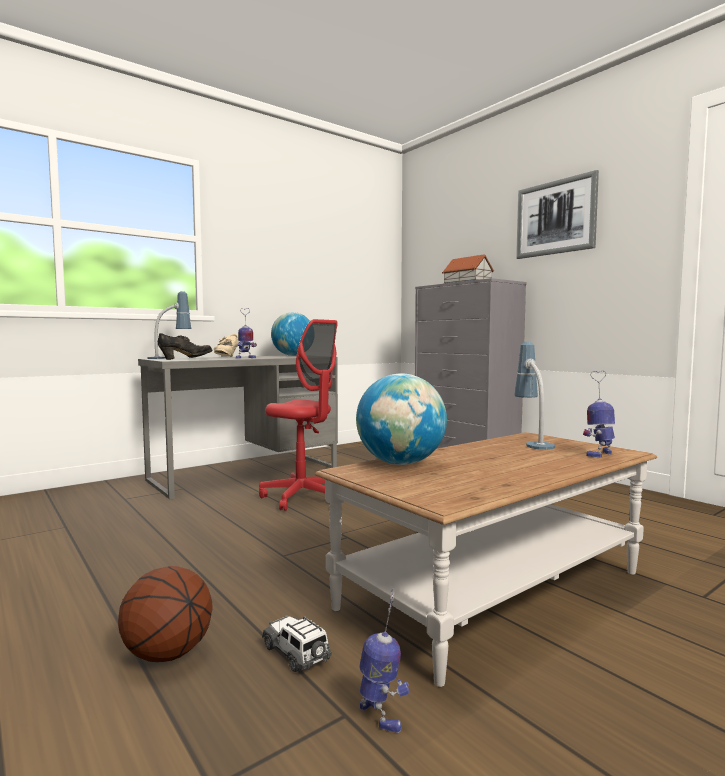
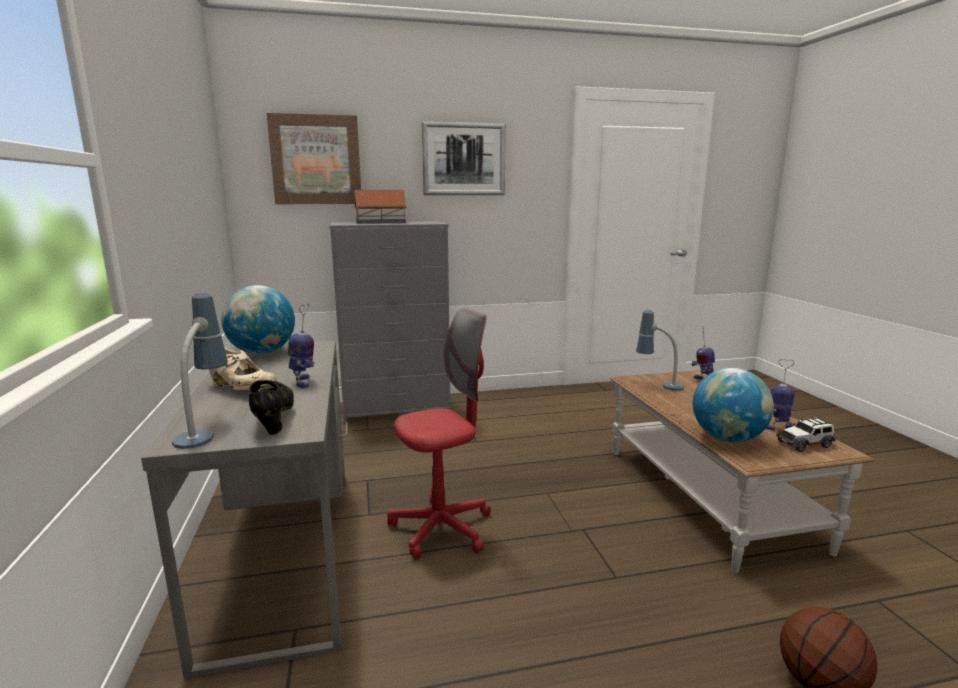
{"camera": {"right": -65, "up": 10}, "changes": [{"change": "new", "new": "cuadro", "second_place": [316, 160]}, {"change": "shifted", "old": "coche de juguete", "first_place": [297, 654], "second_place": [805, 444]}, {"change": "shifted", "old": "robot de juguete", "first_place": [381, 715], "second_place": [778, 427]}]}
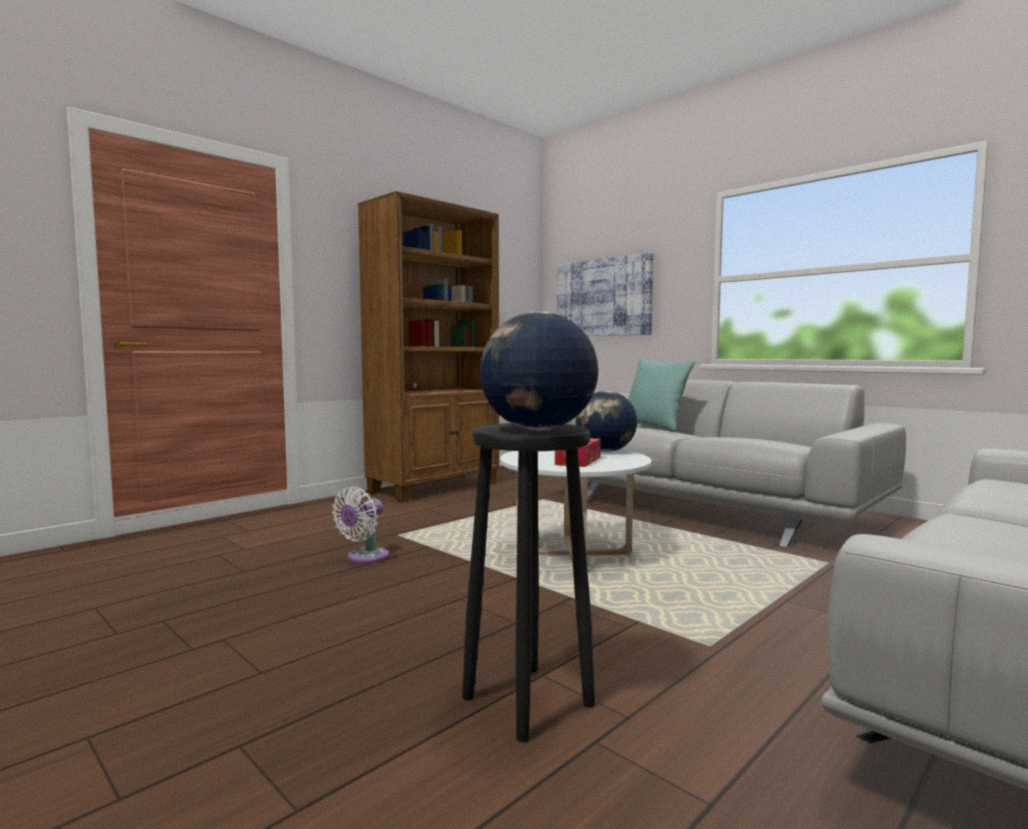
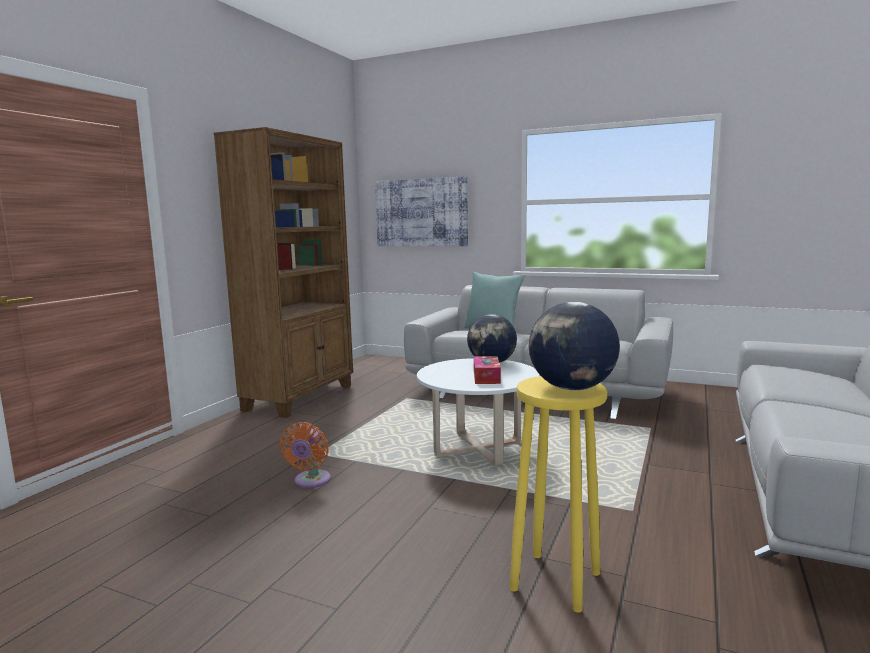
{"camera": {"right": -20, "up": 5}, "changes": [{"change": "repainted", "old": "ventilador (blanco)", "new": "ventilador (naranja)", "first_place": [365, 557], "second_place": [311, 482]}, {"change": "repainted", "old": "taburete (negro)", "new": "taburete (amarillo)", "first_place": [529, 700], "second_place": [556, 580]}]}
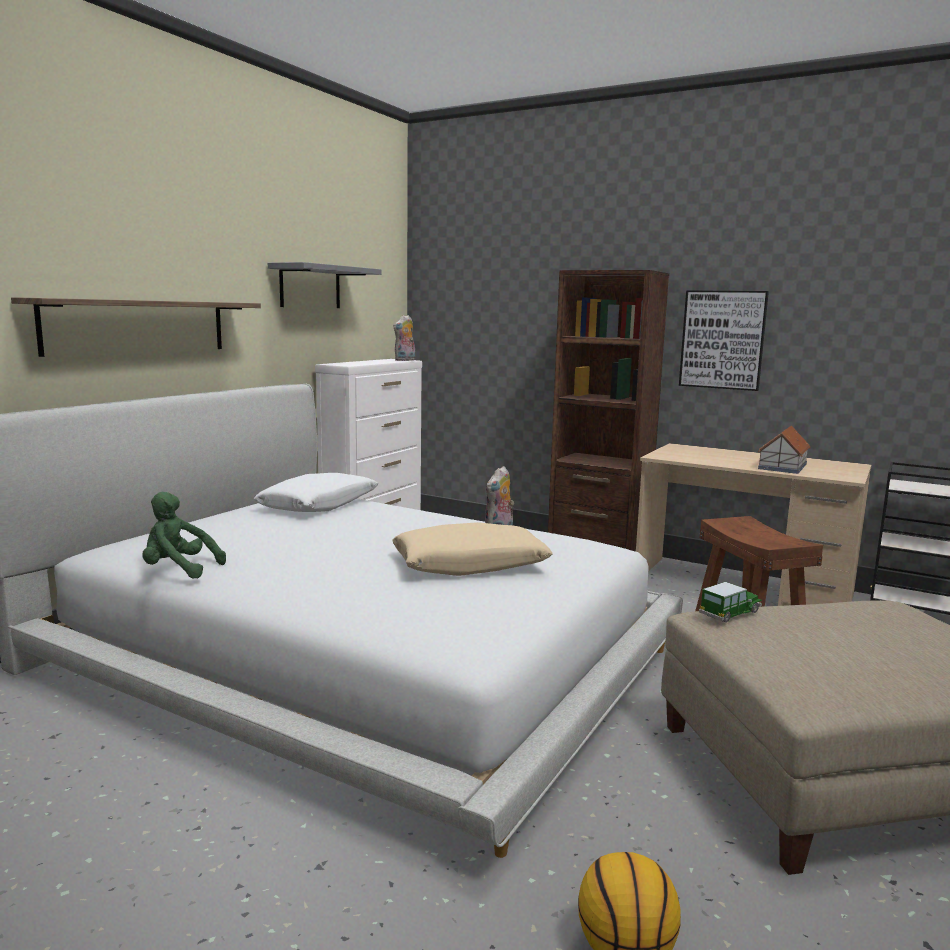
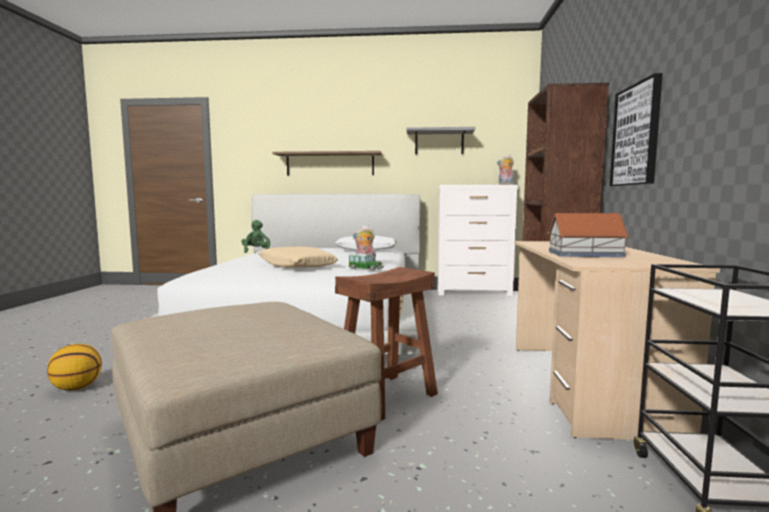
{"camera": {"right": 65, "up": -5}, "changes": [{"change": "shifted", "old": "coche de juguete", "first_place": [730, 613], "second_place": [365, 269]}]}
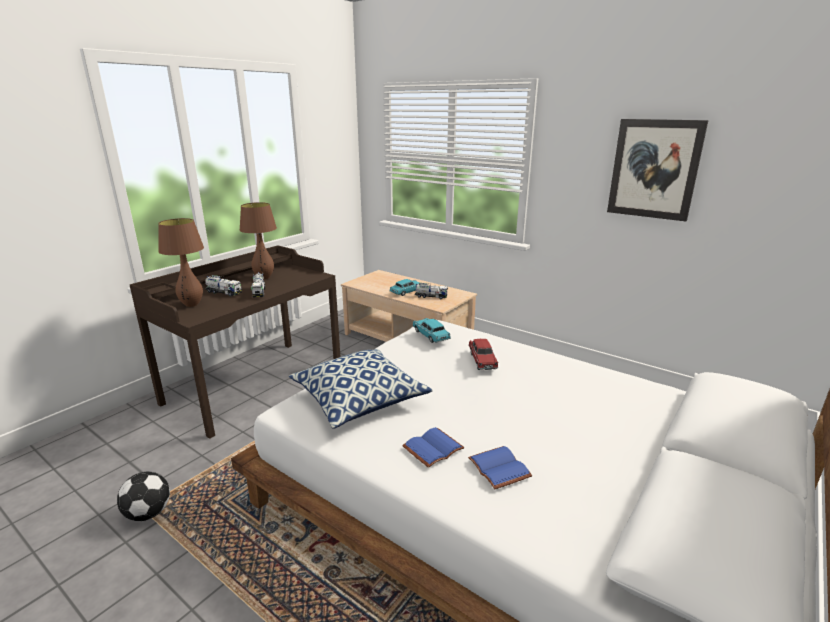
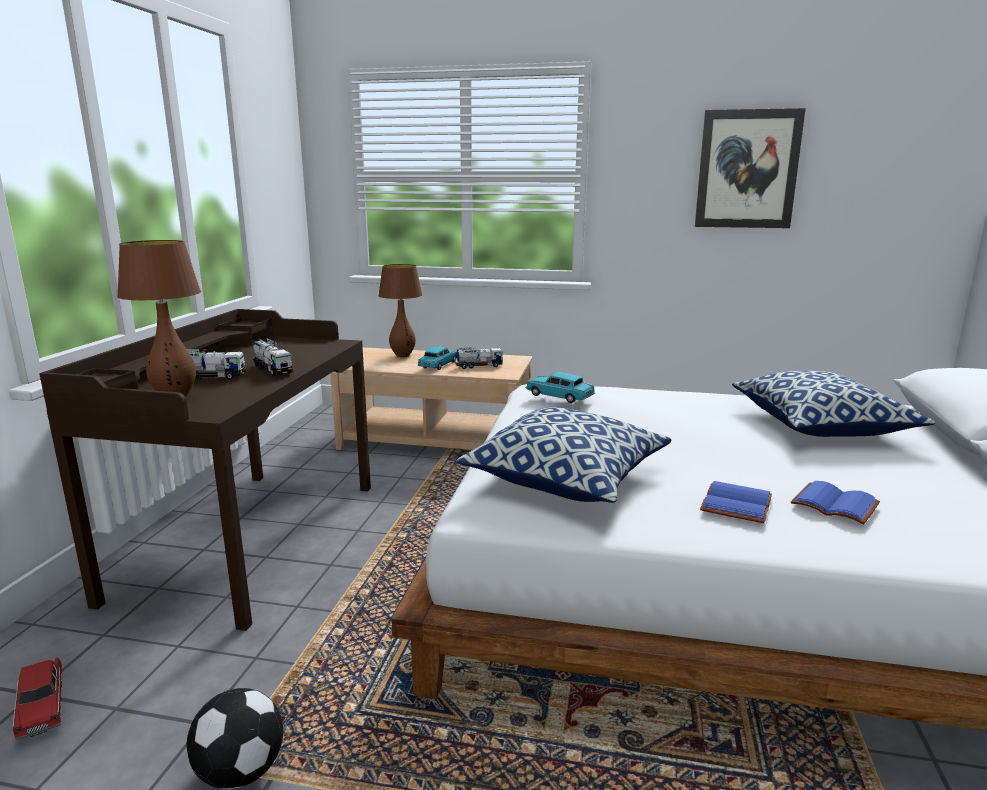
{"camera": {"right": -25, "up": -5}, "changes": [{"change": "new", "new": "cojín", "second_place": [821, 426]}, {"change": "shifted", "old": "lámpara de mesa (marrón)", "first_place": [264, 277], "second_place": [402, 355]}, {"change": "shifted", "old": "coche de juguete (rojo)", "first_place": [482, 360], "second_place": [42, 708]}]}
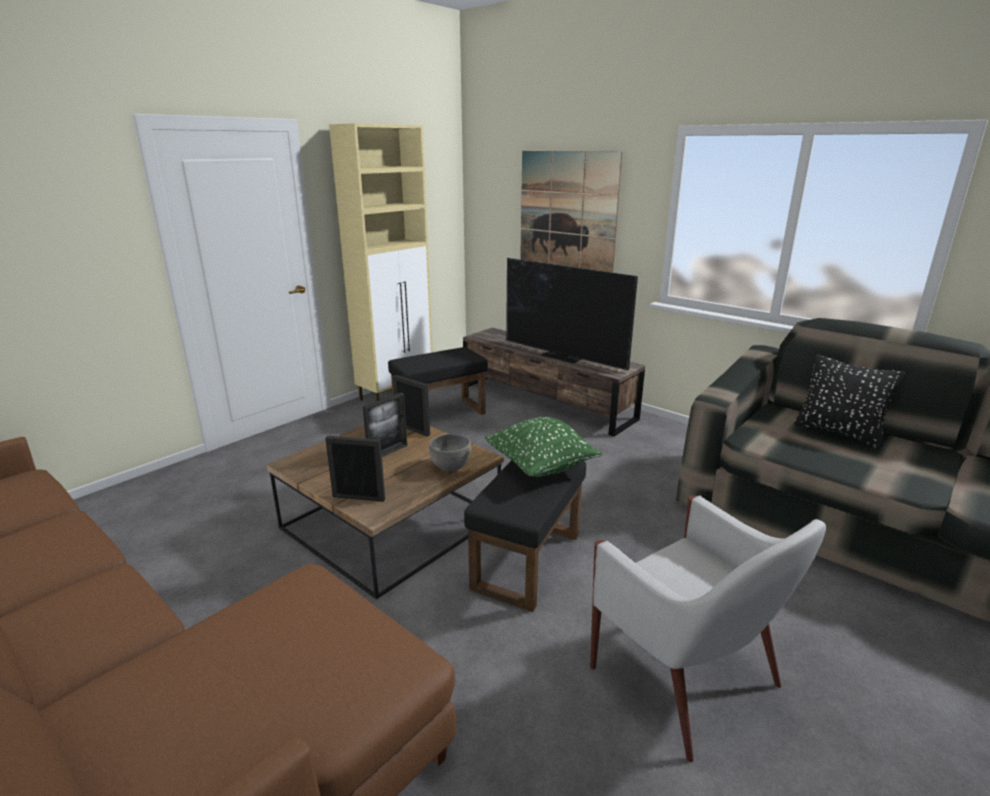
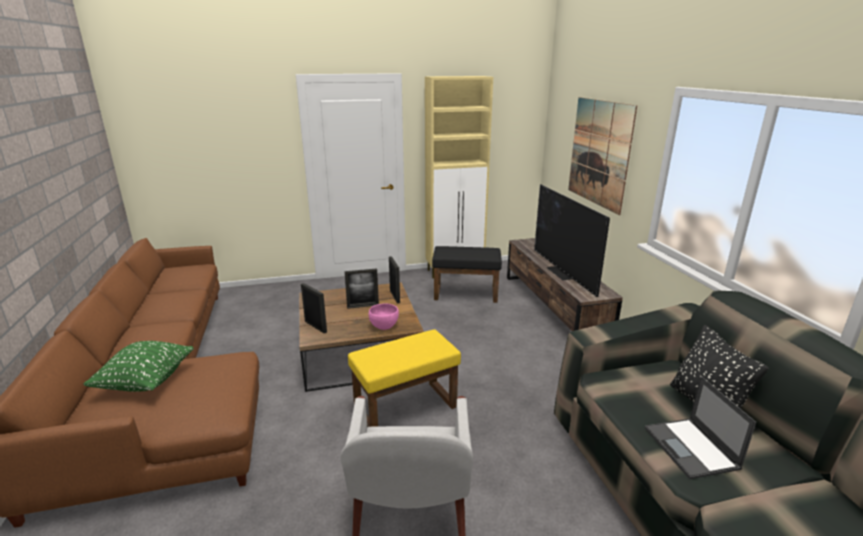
{"camera": {"right": 35, "up": 0}, "changes": [{"change": "new", "new": "portátil", "second_place": [691, 448]}, {"change": "shifted", "old": "cojín (verde)", "first_place": [541, 467], "second_place": [146, 382]}, {"change": "repainted", "old": "cuenco (gris)", "new": "cuenco (rosa)", "first_place": [451, 466], "second_place": [384, 326]}, {"change": "repainted", "old": "puf (negro)", "new": "puf (amarillo)", "first_place": [526, 560], "second_place": [406, 407]}]}
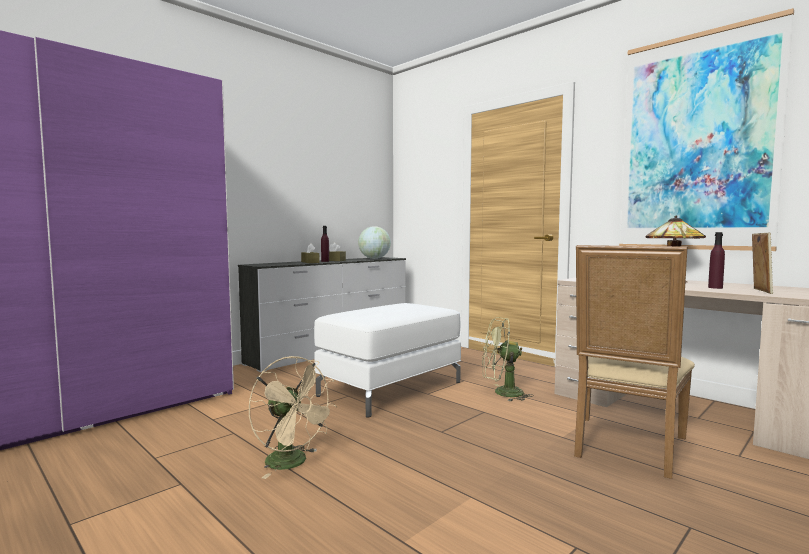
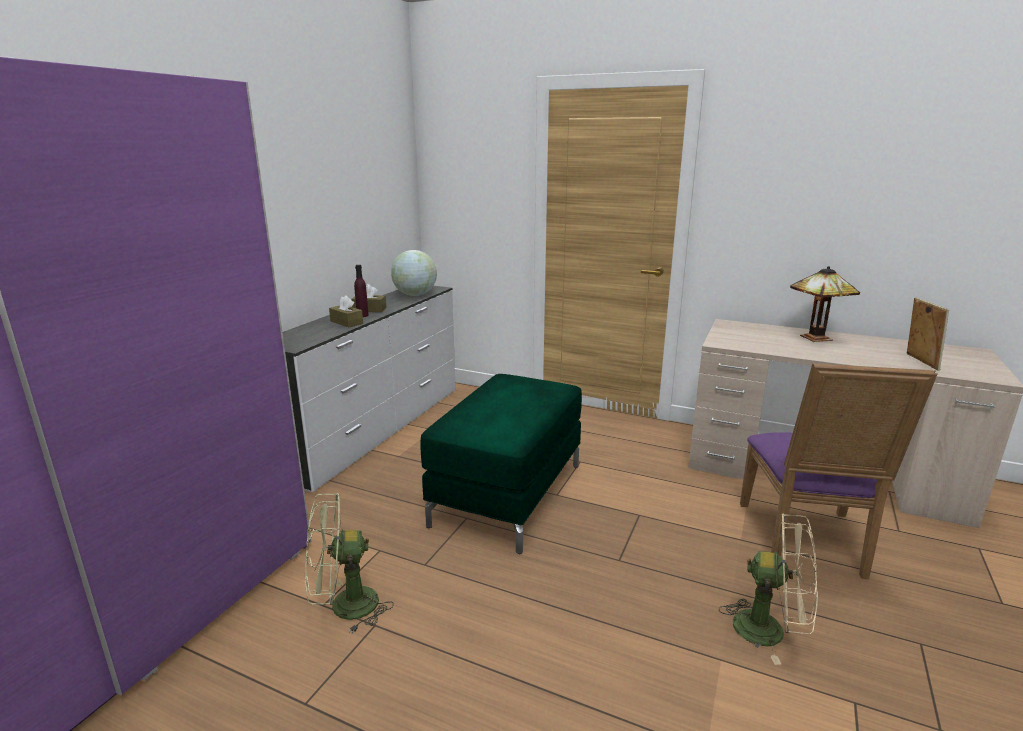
{"camera": {"right": -20, "up": 15}, "changes": [{"change": "gone", "old": "cuadro", "first_place": [697, 143]}, {"change": "gone", "old": "botella (morado)", "first_place": [715, 287]}, {"change": "shifted", "old": "ventilador (beis)", "first_place": [293, 463], "second_place": [770, 630]}, {"change": "shifted", "old": "ventilador (verde)", "first_place": [502, 393], "second_place": [344, 607]}, {"change": "repainted", "old": "puf (blanco)", "new": "puf (verde)", "first_place": [391, 388], "second_place": [508, 493]}, {"change": "repainted", "old": "silla (beis)", "new": "silla (morado)", "first_place": [625, 448], "second_place": [805, 543]}]}
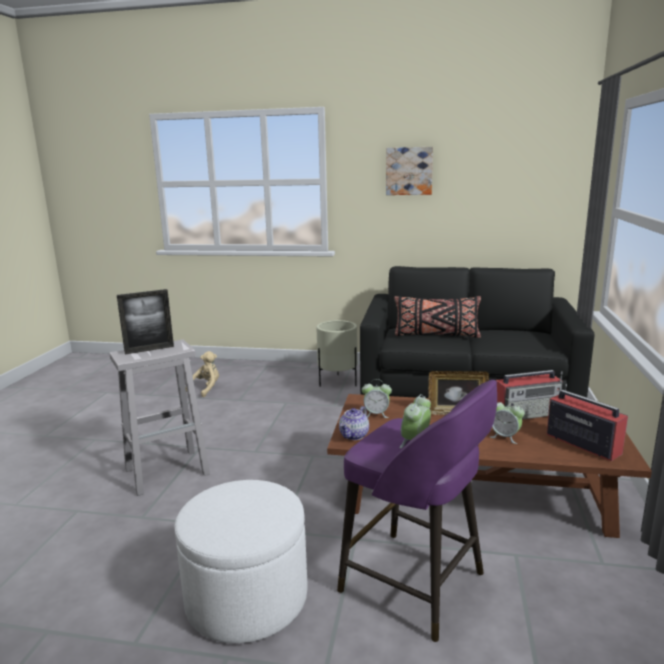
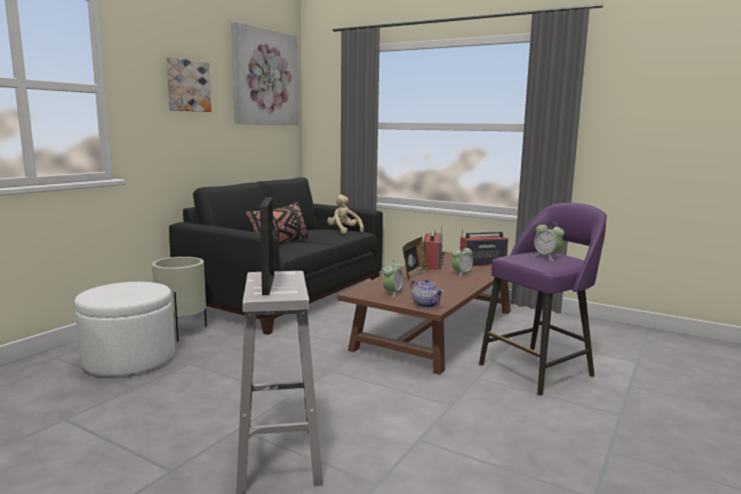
{"camera": {"right": -70, "up": -5}, "changes": [{"change": "new", "new": "cuadro", "second_place": [265, 77]}, {"change": "shifted", "old": "puf (blanco)", "first_place": [247, 597], "second_place": [129, 360]}, {"change": "shifted", "old": "peluche (beis)", "first_place": [206, 389], "second_place": [344, 231]}]}
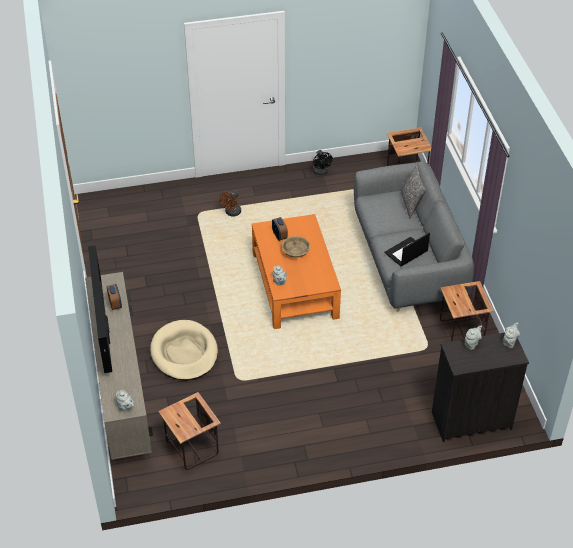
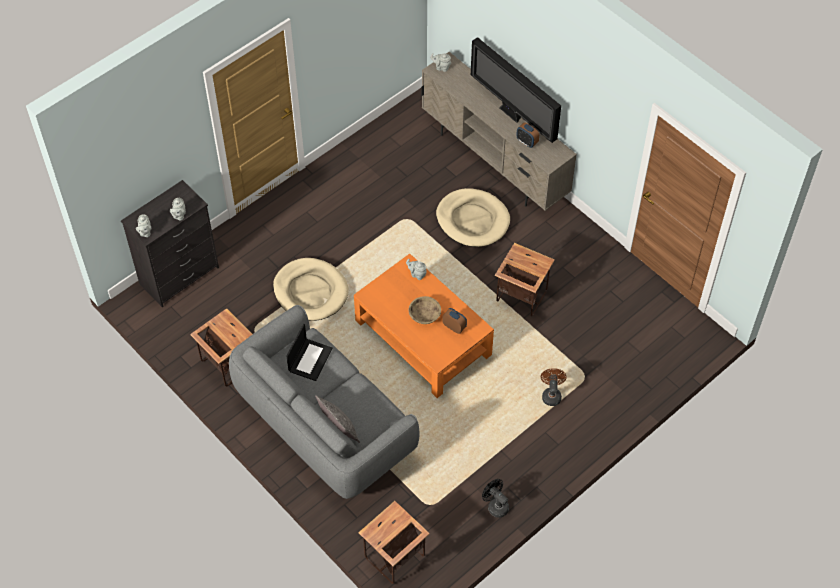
{"camera": {"right": 150, "up": 10}, "changes": [{"change": "new", "new": "cama para perro (beis)", "second_place": [311, 291]}, {"change": "shifted", "old": "mesa auxiliar", "first_place": [192, 449], "second_place": [521, 296]}]}
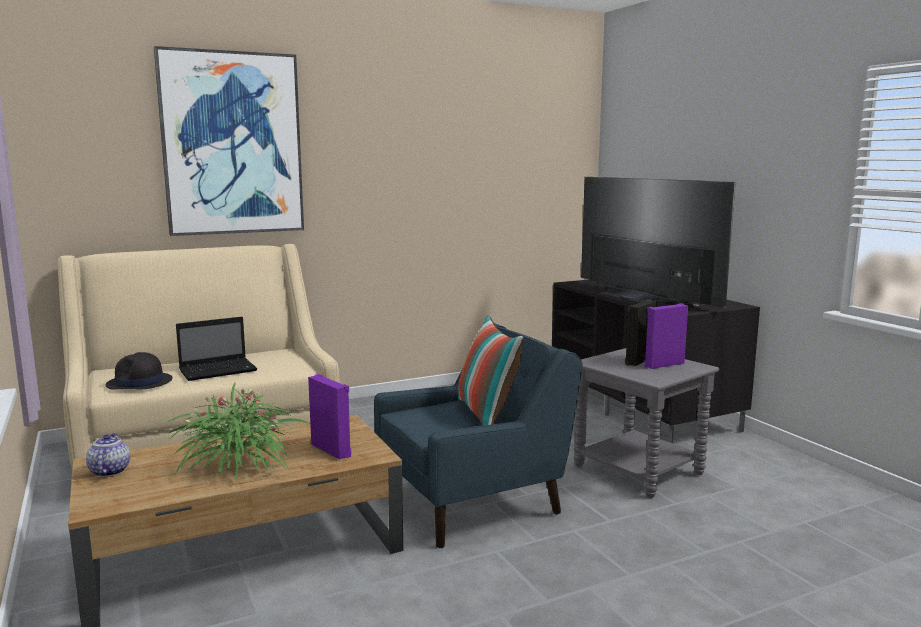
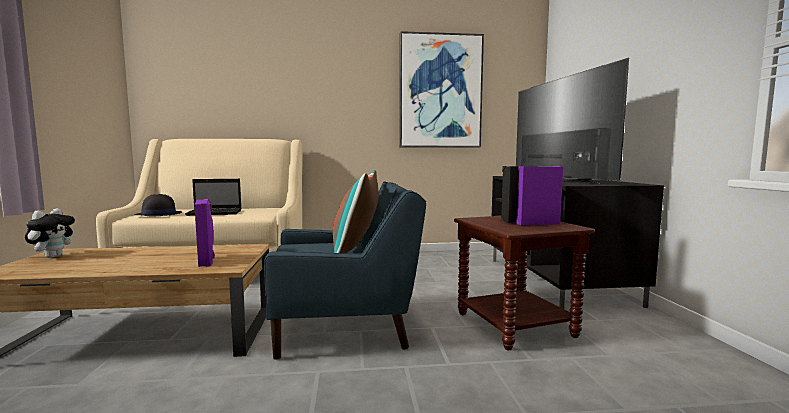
{"camera": {"right": 20, "up": -5}, "changes": [{"change": "gone", "old": "planta en maceta", "first_place": [237, 464]}, {"change": "shifted", "old": "cuadro", "first_place": [232, 144], "second_place": [440, 92]}, {"change": "swapped", "old": "tetera", "new": "peluche", "first_place": [109, 471], "second_place": [53, 256]}, {"change": "repainted", "old": "mesa auxiliar (gris)", "new": "mesa auxiliar (marrón)", "first_place": [639, 470], "second_place": [516, 325]}]}
